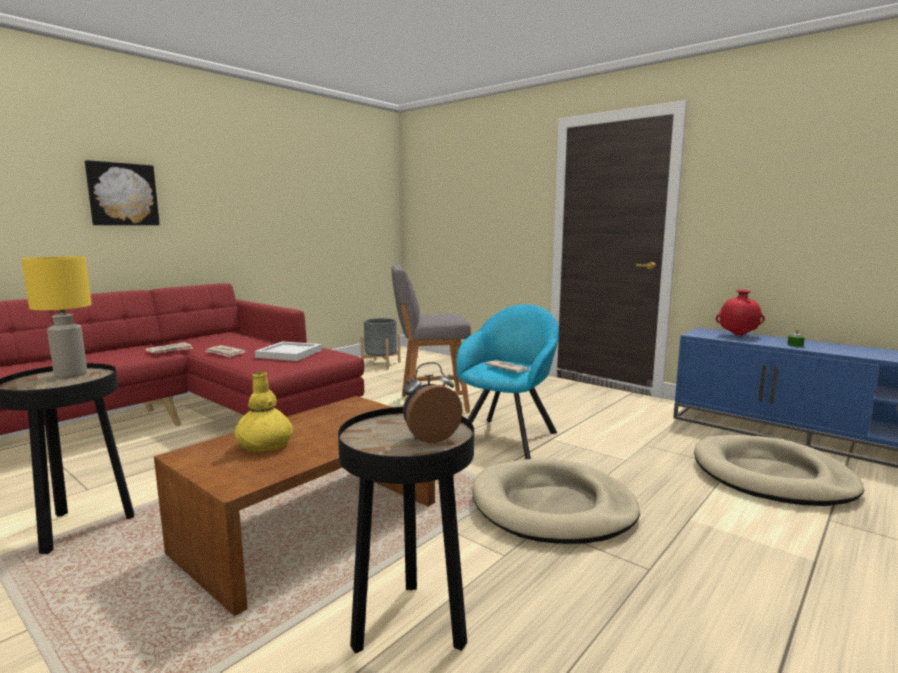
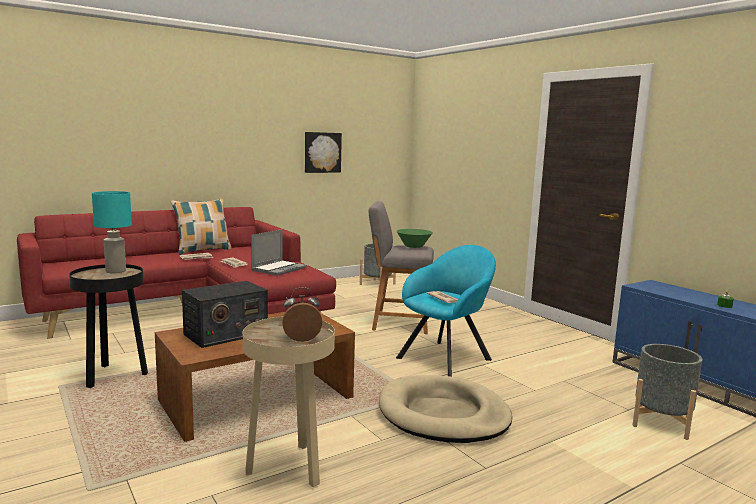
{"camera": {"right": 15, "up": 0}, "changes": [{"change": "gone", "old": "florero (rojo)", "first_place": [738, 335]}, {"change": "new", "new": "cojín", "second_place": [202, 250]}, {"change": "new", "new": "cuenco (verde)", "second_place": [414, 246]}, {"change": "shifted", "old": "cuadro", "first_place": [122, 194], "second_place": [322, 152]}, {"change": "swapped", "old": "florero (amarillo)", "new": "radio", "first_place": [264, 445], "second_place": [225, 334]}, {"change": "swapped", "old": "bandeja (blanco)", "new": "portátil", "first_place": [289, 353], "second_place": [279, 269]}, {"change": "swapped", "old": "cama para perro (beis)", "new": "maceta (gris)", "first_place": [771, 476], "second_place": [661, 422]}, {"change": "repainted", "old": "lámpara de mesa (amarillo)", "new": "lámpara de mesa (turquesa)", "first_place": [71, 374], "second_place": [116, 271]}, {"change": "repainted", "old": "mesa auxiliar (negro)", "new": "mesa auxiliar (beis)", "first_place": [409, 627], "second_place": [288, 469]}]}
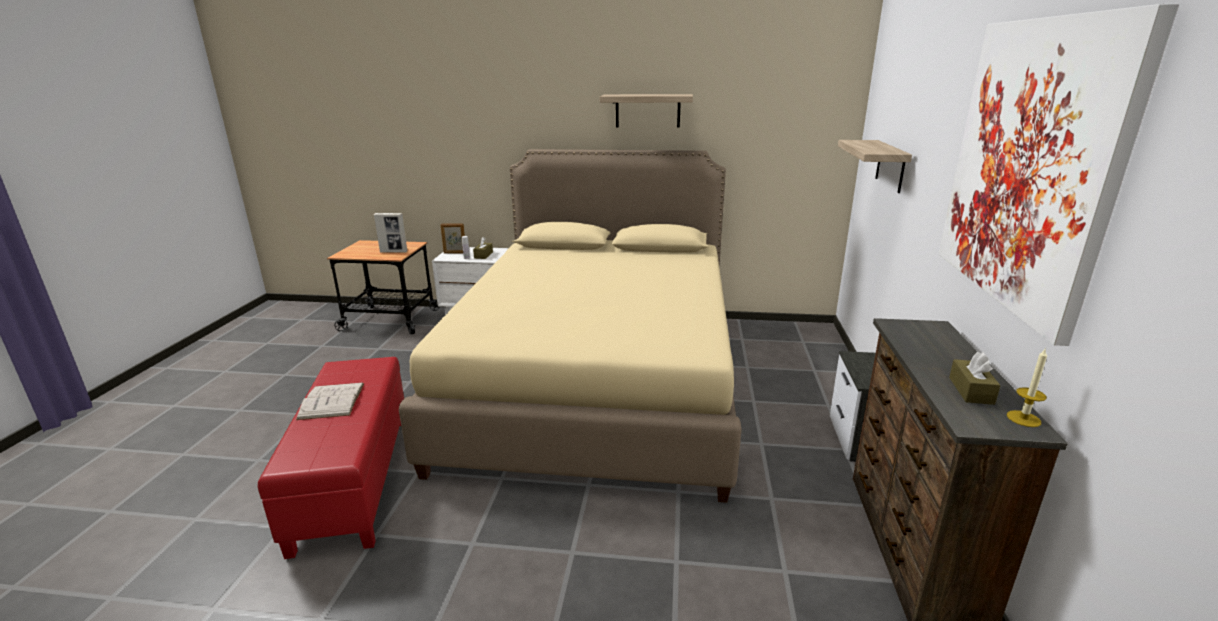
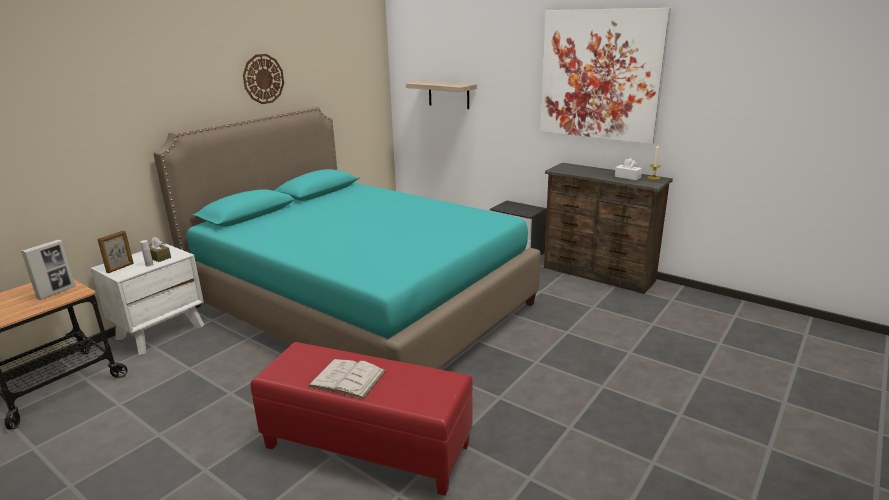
{"camera": {"right": -60, "up": 0}, "changes": [{"change": "swapped", "old": "estante", "new": "reloj de pared", "first_place": [647, 110], "second_place": [263, 79]}, {"change": "repainted", "old": "cama (beis)", "new": "cama (turquesa)", "first_place": [598, 382], "second_place": [361, 305]}, {"change": "repainted", "old": "caja de pañuelos (marrón)", "new": "caja de pañuelos (blanco)", "first_place": [971, 390], "second_place": [627, 177]}]}
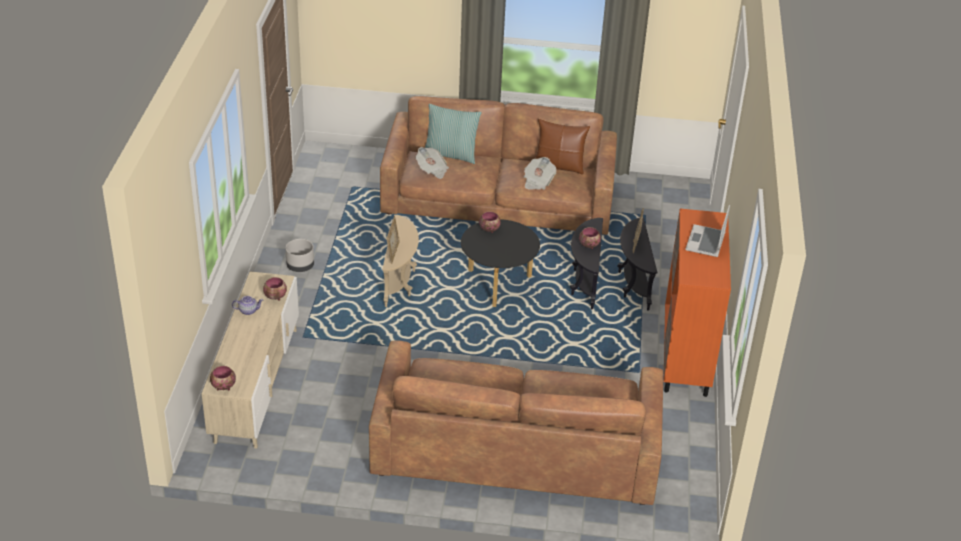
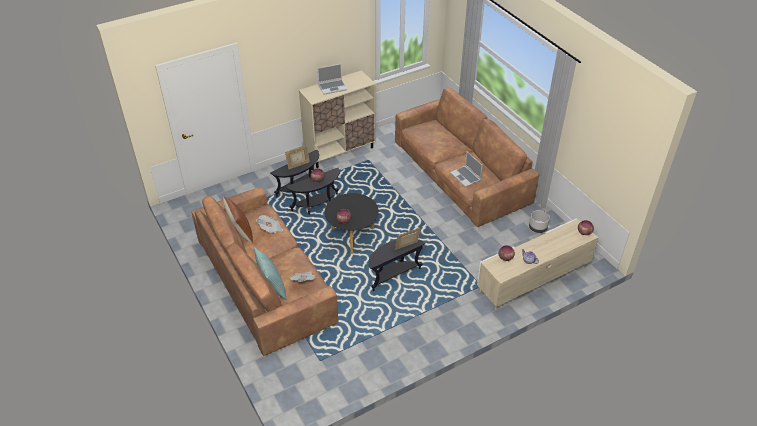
{"camera": {"right": -125, "up": 5}, "changes": [{"change": "new", "new": "portátil", "second_place": [466, 177]}, {"change": "shifted", "old": "maceta (gris)", "first_place": [300, 267], "second_place": [537, 228]}, {"change": "repainted", "old": "mesa auxiliar (beis)", "new": "mesa auxiliar (negro)", "first_place": [400, 282], "second_place": [393, 275]}, {"change": "repainted", "old": "armario (naranja)", "new": "armario (beis)", "first_place": [685, 356], "second_place": [340, 151]}]}
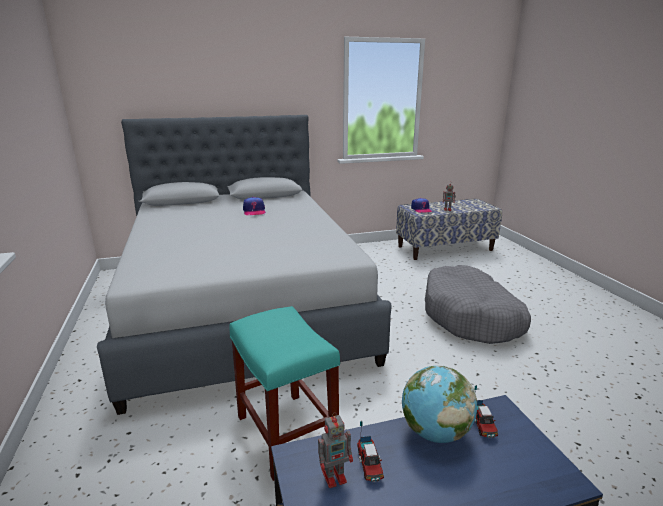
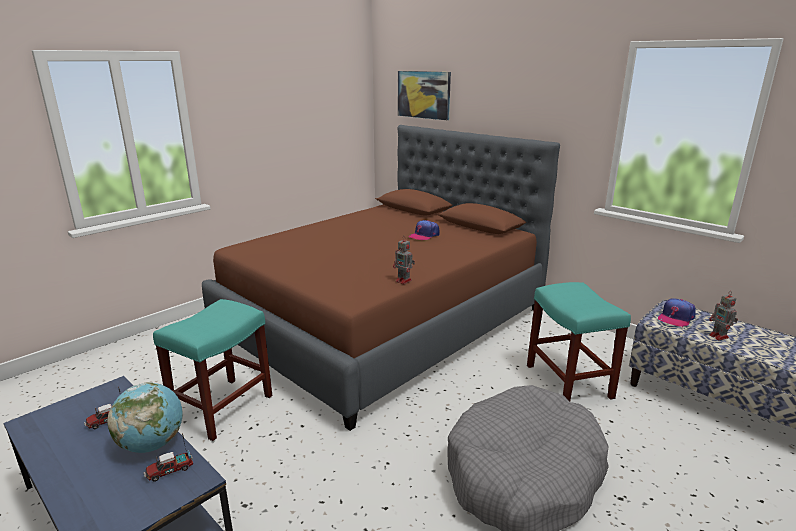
{"camera": {"right": 60, "up": 0}, "changes": [{"change": "new", "new": "cuadro", "second_place": [423, 94]}, {"change": "new", "new": "taburete (turquesa)", "second_place": [569, 382]}, {"change": "shifted", "old": "robot de juguete", "first_place": [335, 476], "second_place": [404, 281]}, {"change": "repainted", "old": "cama (gris)", "new": "cama (marrón)", "first_place": [243, 306], "second_place": [384, 321]}]}
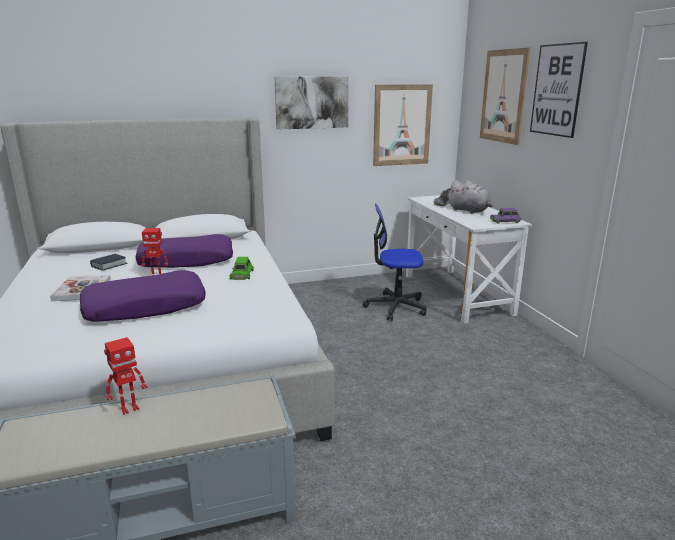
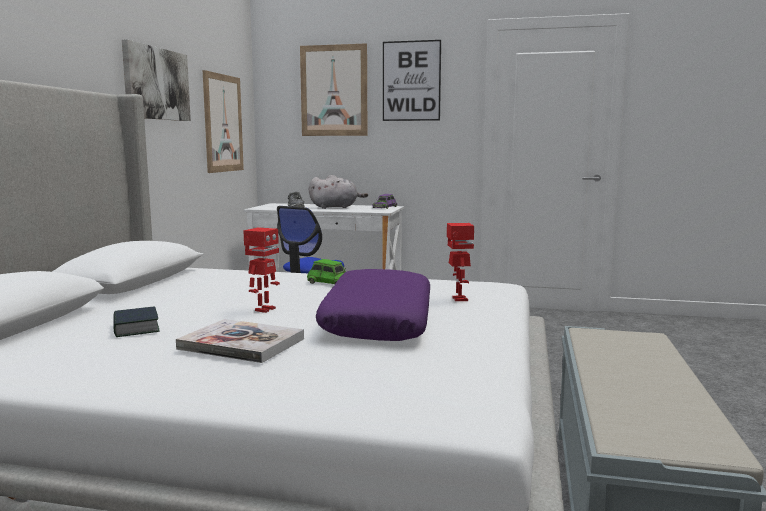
{"camera": {"right": -60, "up": -10}, "changes": [{"change": "gone", "old": "cojín (morado)", "first_place": [187, 261]}, {"change": "shifted", "old": "robot de juguete", "first_place": [129, 408], "second_place": [459, 299]}]}
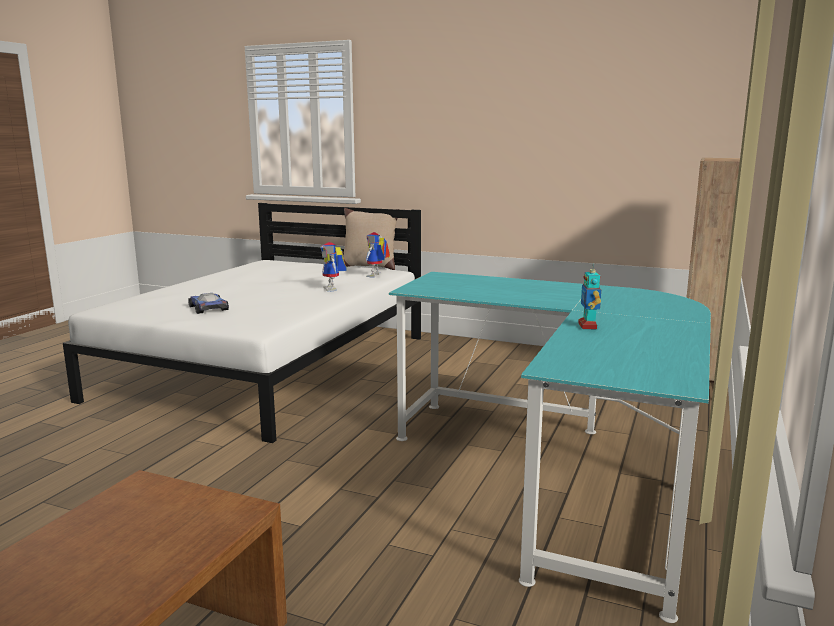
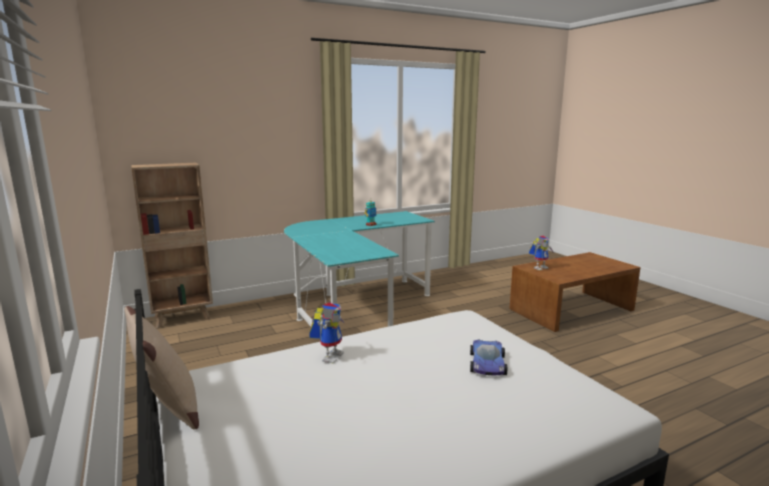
{"camera": {"right": -140, "up": 0}, "changes": [{"change": "shifted", "old": "robot de juguete", "first_place": [376, 276], "second_place": [540, 267]}]}
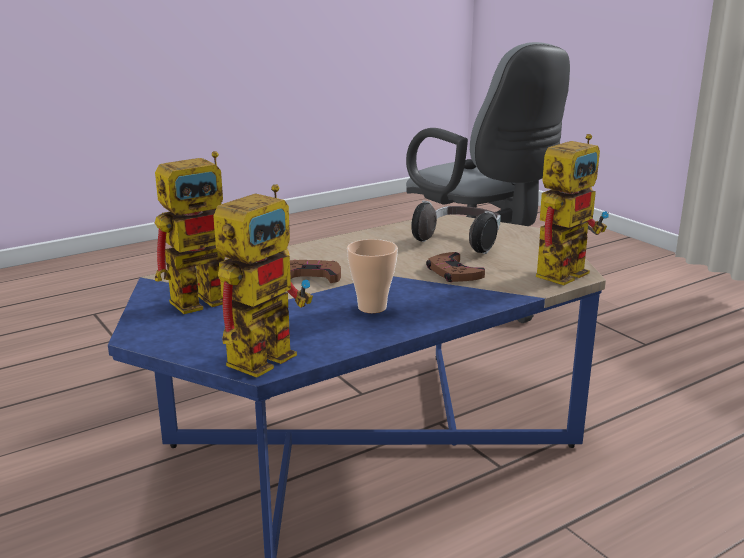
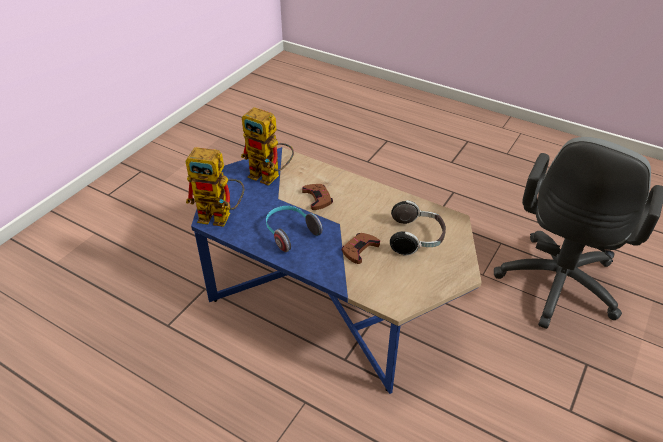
{"camera": {"right": 65, "up": 20}, "changes": [{"change": "gone", "old": "robot de juguete", "first_place": [564, 270]}, {"change": "swapped", "old": "taza", "new": "auriculares", "first_place": [372, 307], "second_place": [290, 233]}]}
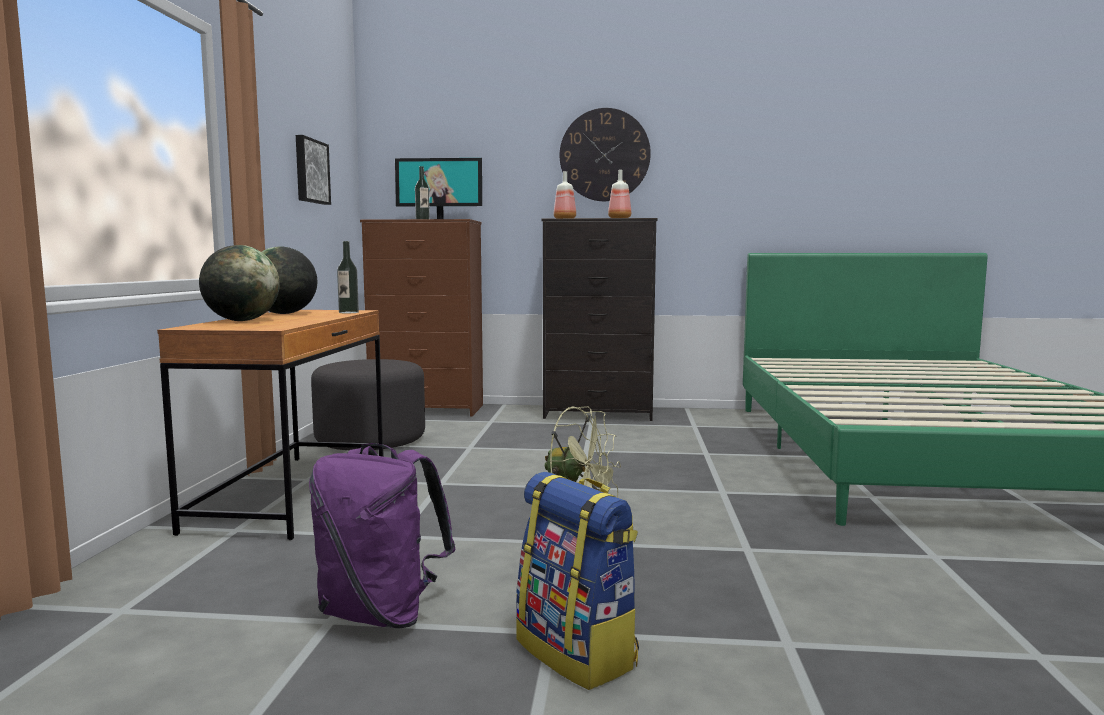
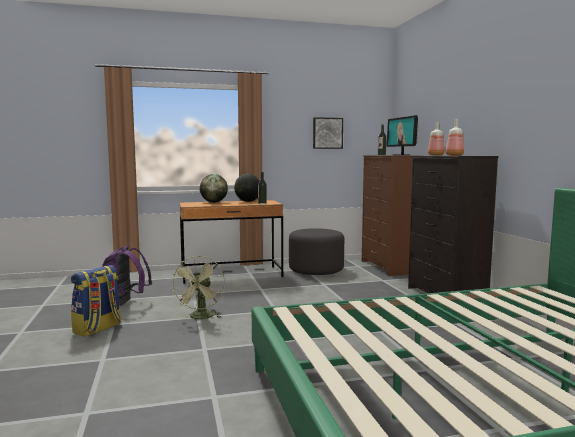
{"camera": {"right": 70, "up": 0}, "changes": [{"change": "gone", "old": "reloj de pared", "first_place": [604, 155]}]}
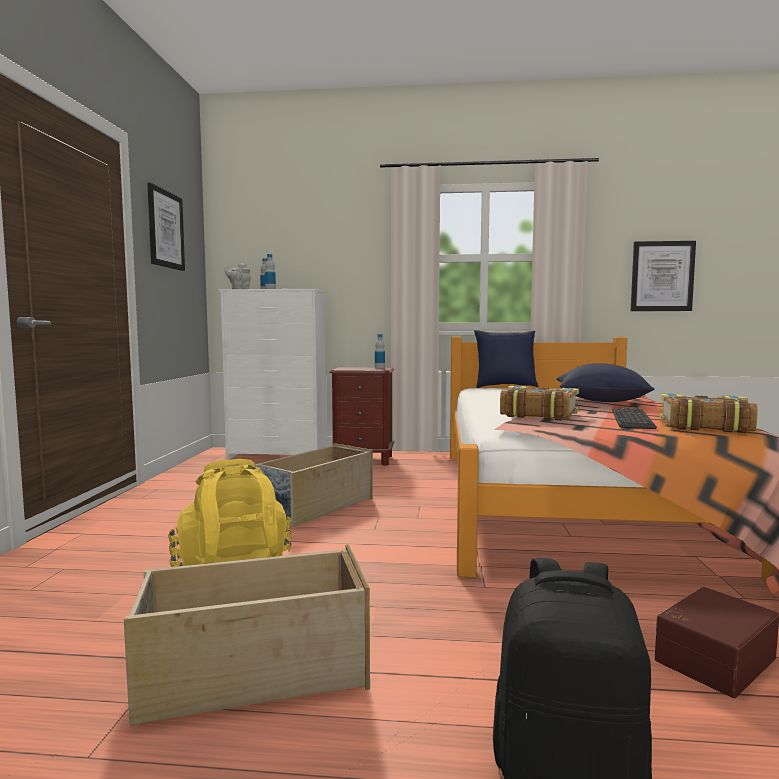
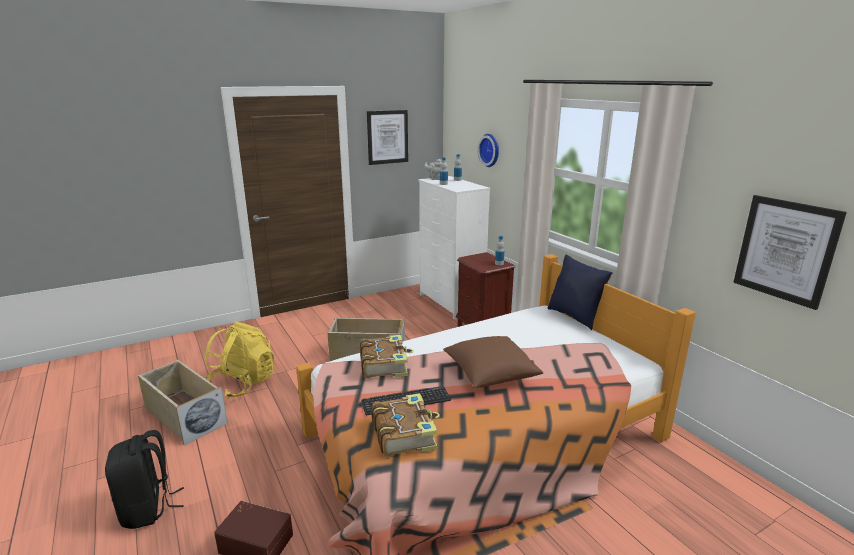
{"camera": {"right": 55, "up": 15}, "changes": [{"change": "new", "new": "reloj de pared", "second_place": [490, 150]}, {"change": "repainted", "old": "cojín (azul)", "new": "cojín (marrón)", "first_place": [600, 401], "second_place": [490, 374]}]}
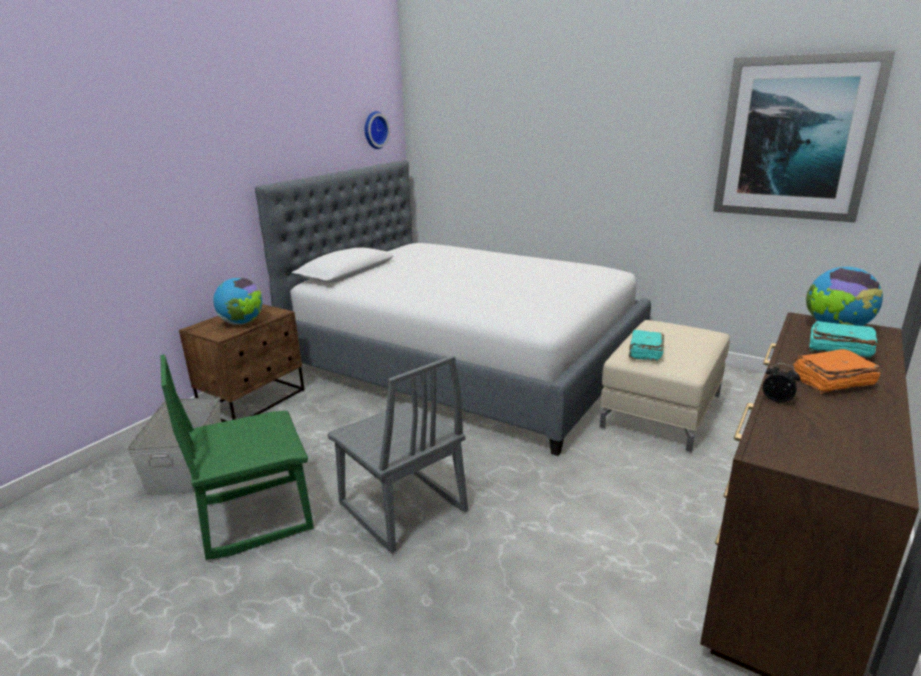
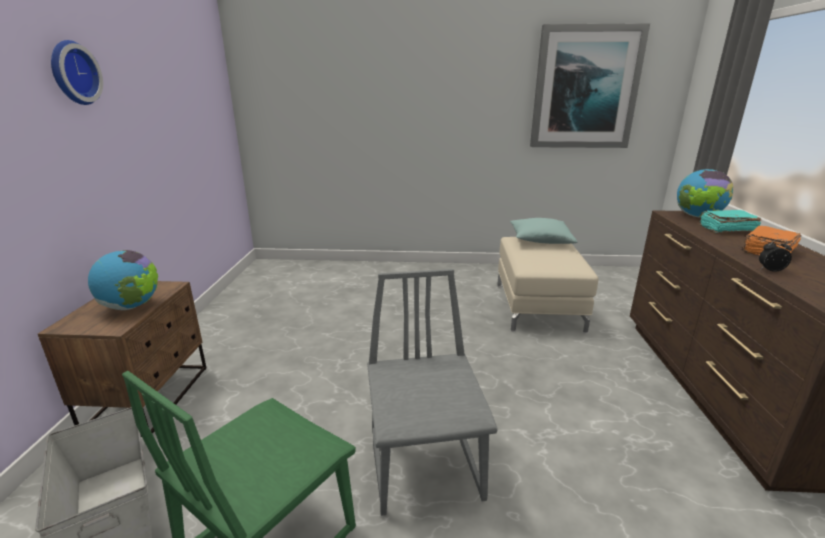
{"camera": {"right": -30, "up": 0}, "changes": [{"change": "gone", "old": "cama", "first_place": [465, 363]}, {"change": "gone", "old": "libro (turquesa)", "first_place": [645, 352]}, {"change": "new", "new": "cojín (turquesa)", "second_place": [540, 240]}, {"change": "shifted", "old": "reloj de pared", "first_place": [374, 130], "second_place": [72, 73]}, {"change": "rotated", "old": "silla (gris)", "first_place": [401, 509], "second_place": [426, 464], "degrees": -120}]}
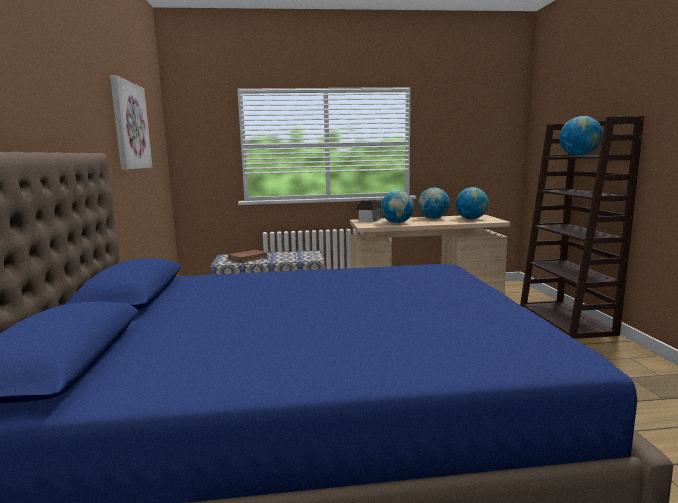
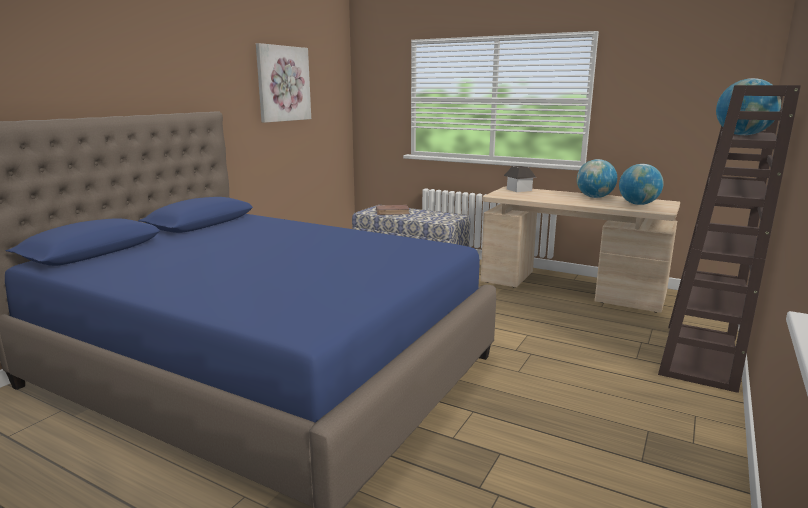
{"camera": {"right": 35, "up": 5}, "changes": [{"change": "gone", "old": "globo terráqueo", "first_place": [397, 223]}]}
